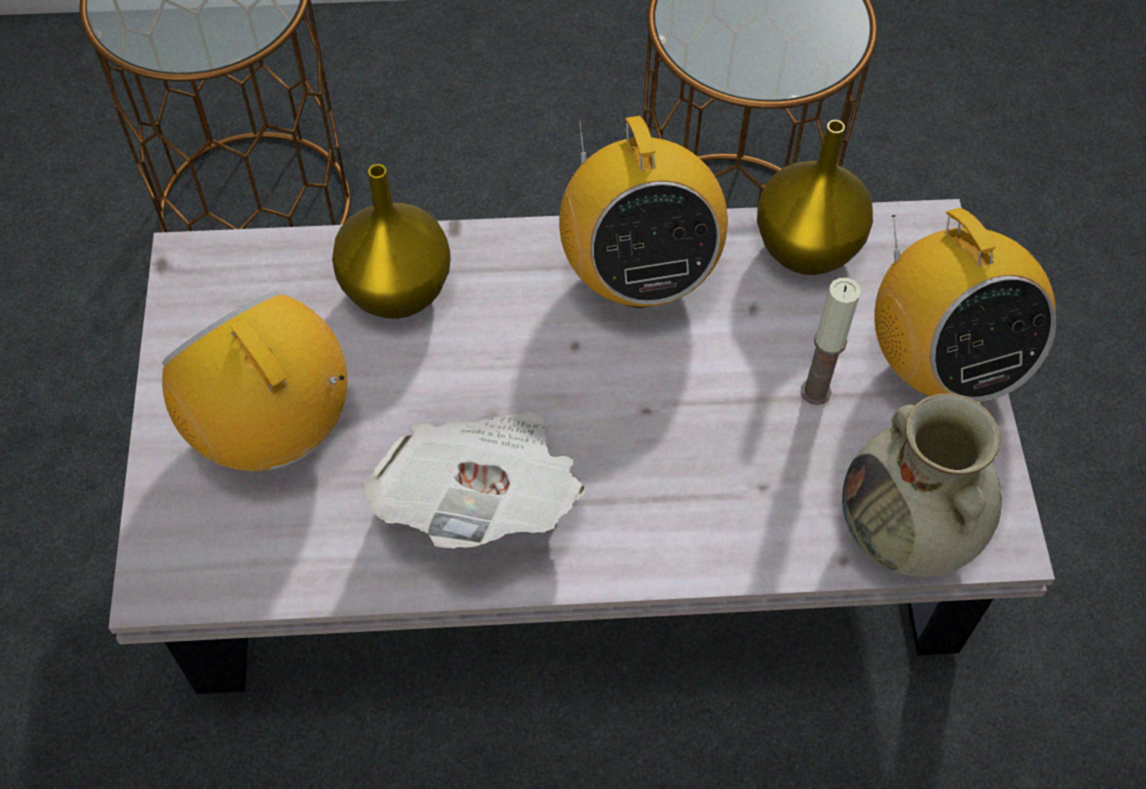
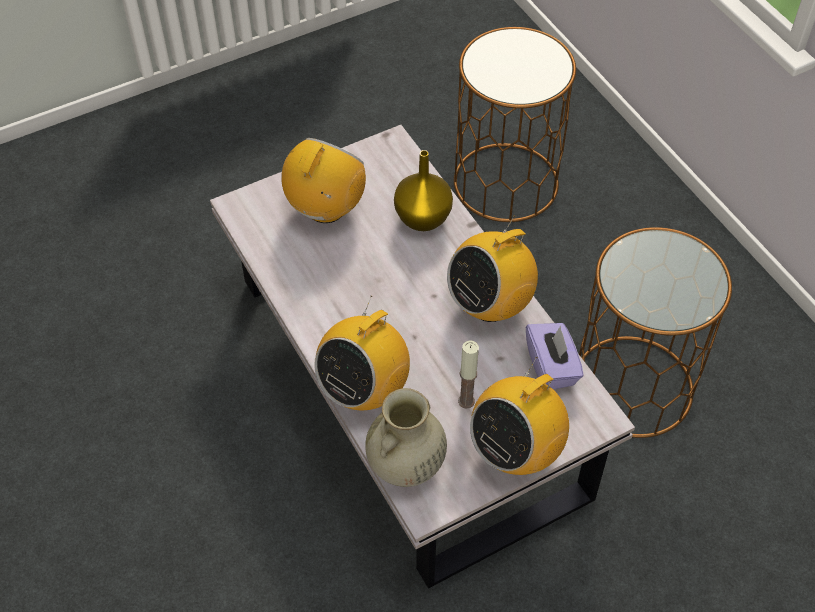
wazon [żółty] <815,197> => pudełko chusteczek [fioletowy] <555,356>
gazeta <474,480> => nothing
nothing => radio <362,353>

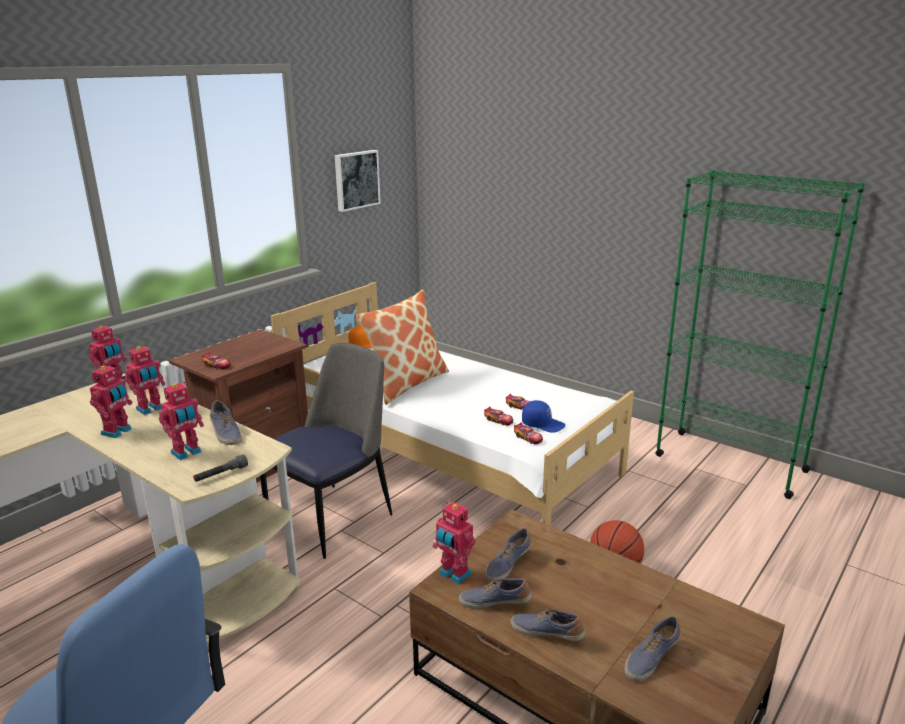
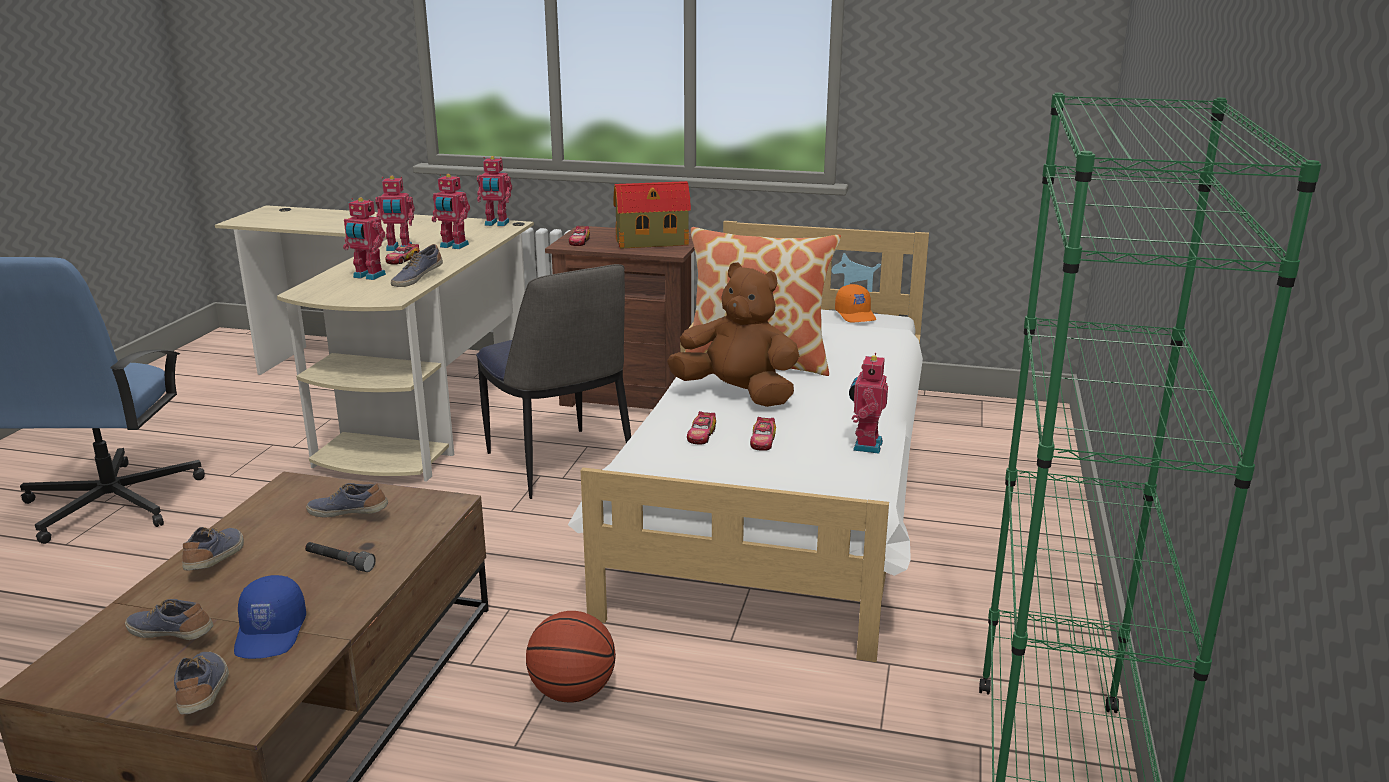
obraz <358,181> => nothing
krzesło <326,451> => krzesło <553,381>, 45 degrees clockwise
czapka z daszkiem [niebieski] <543,416> => czapka z daszkiem [niebieski] <270,617>, shifted
samochodzik <528,433> => samochodzik <402,254>, shifted
latarka [szary] <220,468> => latarka [szary] <340,557>, shifted
robot zabawkowy <454,543> => robot zabawkowy <868,403>, shifted
but <495,593> => but <201,683>, shifted
nothing => domek <652,215>
nothing => pluszak [brązowy] <733,334>

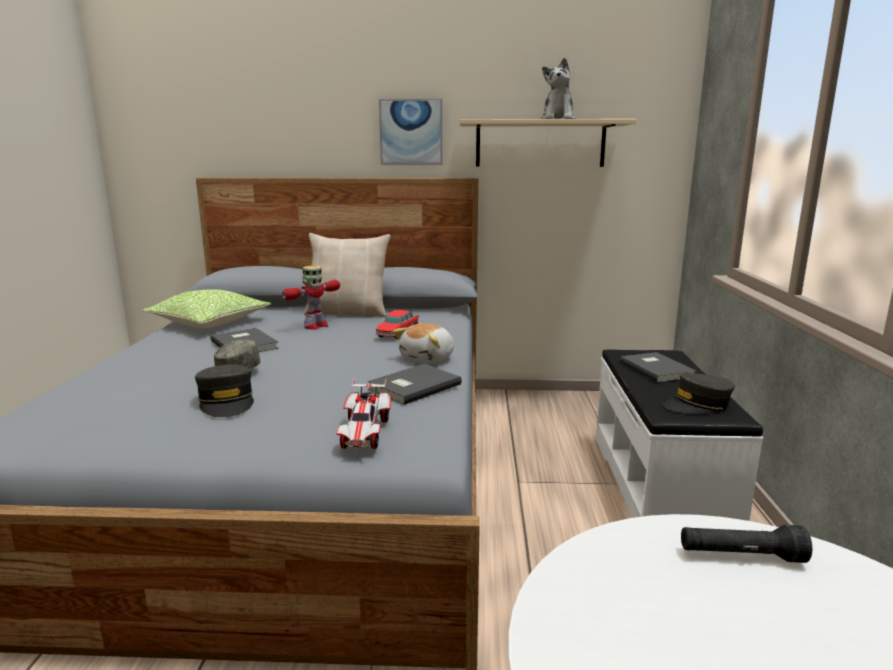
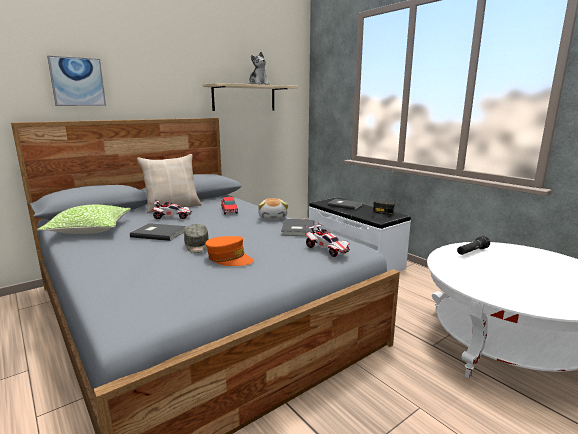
obraz <410,132> => obraz <76,81>, shifted
robot zabawkowy <311,298> => samochodzik <171,209>
czapka z daszkiem [szary] <224,390> => czapka z daszkiem [pomarańczowy] <229,251>

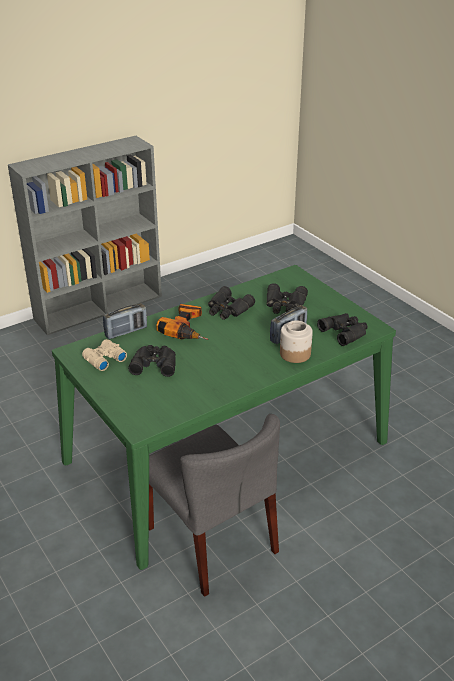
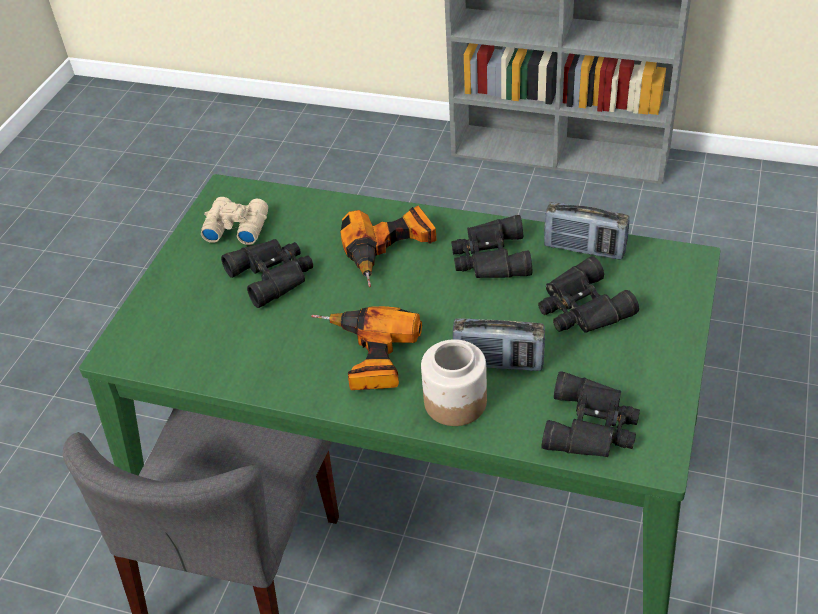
radio <125,321> => radio <587,230>, shifted
nothing => wiertarka <366,348>

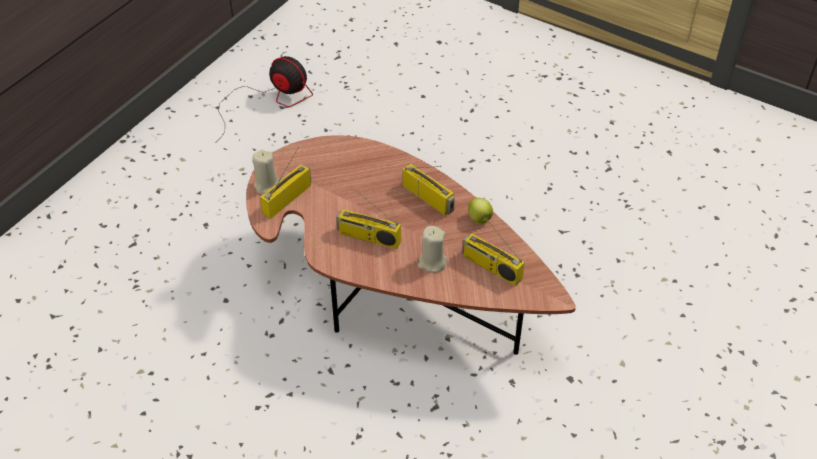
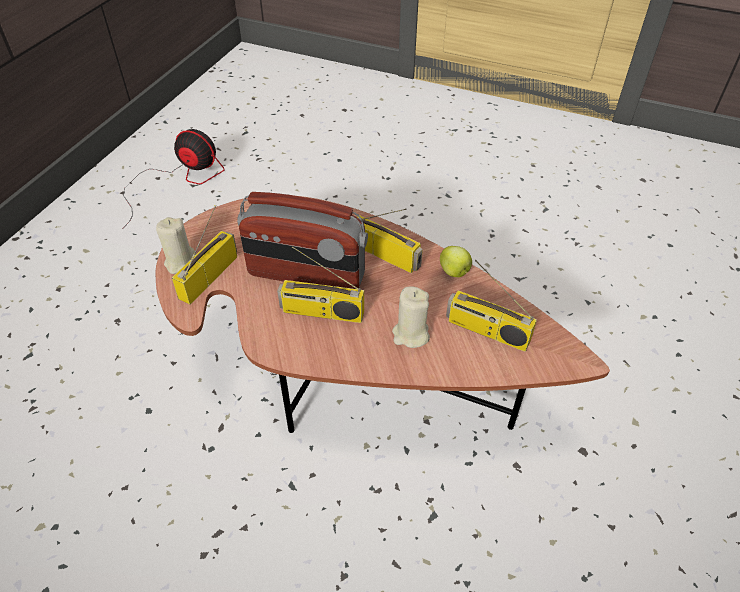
nothing => radio <302,240>

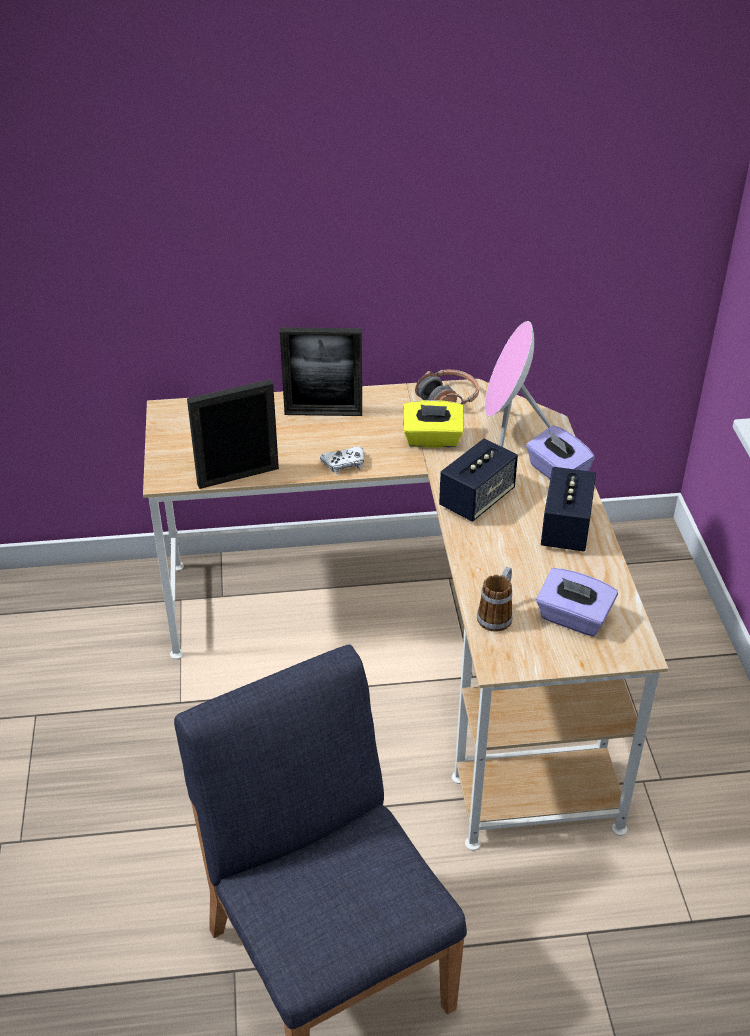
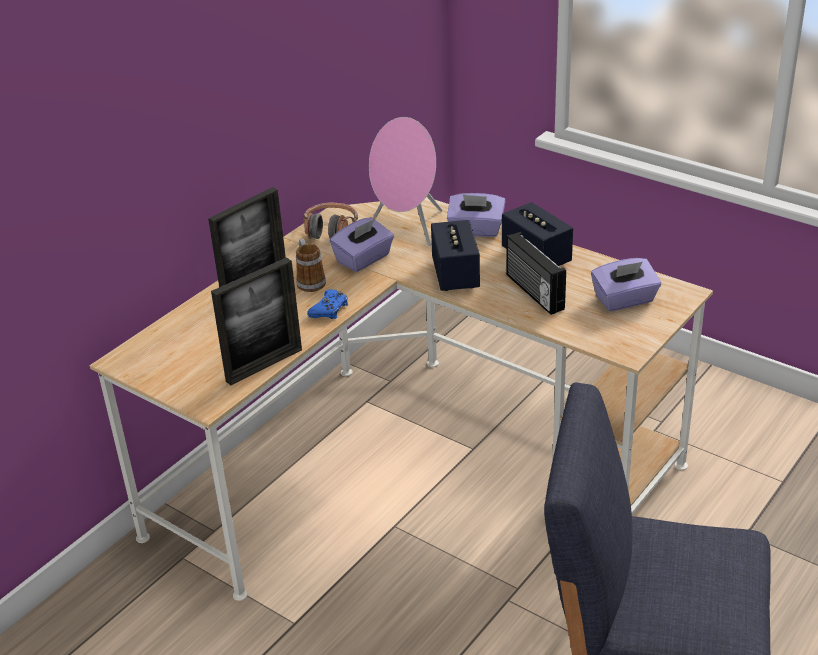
ramka na zdjęcie <233,434> => ramka na zdjęcie <256,321>, 150 degrees counterclockwise
pudełko chusteczek [żółty] <433,424> => pudełko chusteczek [fioletowy] <362,244>
pad do gier [biały] <342,460> => pad do gier [niebieski] <327,304>
kubek <495,599> => kubek <311,265>, shifted
nothing => radio <536,273>

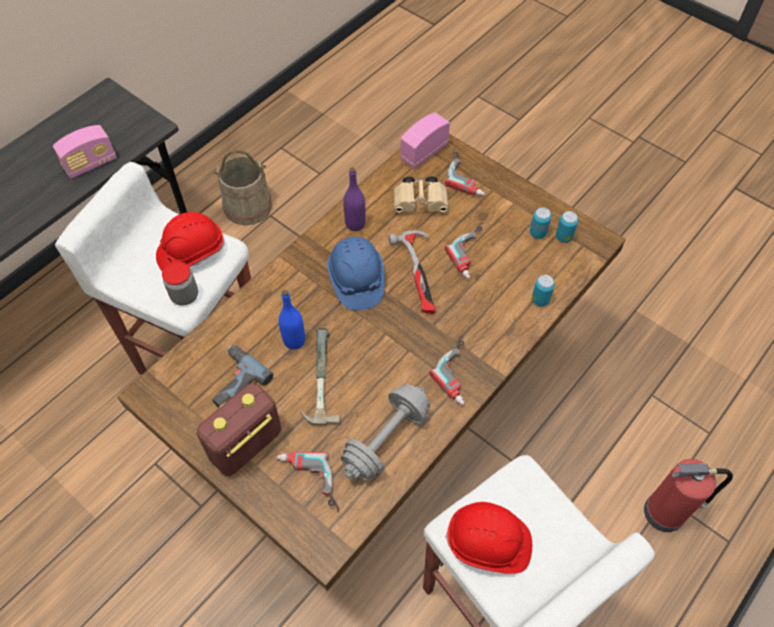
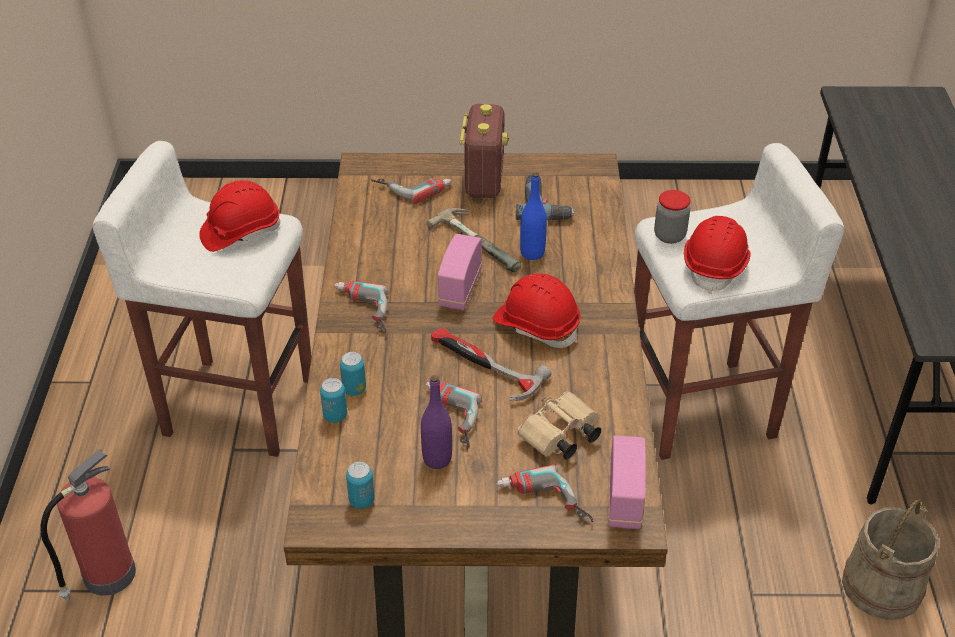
radio <85,152> => radio <460,272>, shifted
butelka [fioletowy] <354,199> => butelka [fioletowy] <436,422>, shifted
puszka <540,223> => puszka <353,374>, shifted
kask [niebieski] <356,273> => kask [czerwony] <537,310>
hantel [szary] <385,432> => nothing

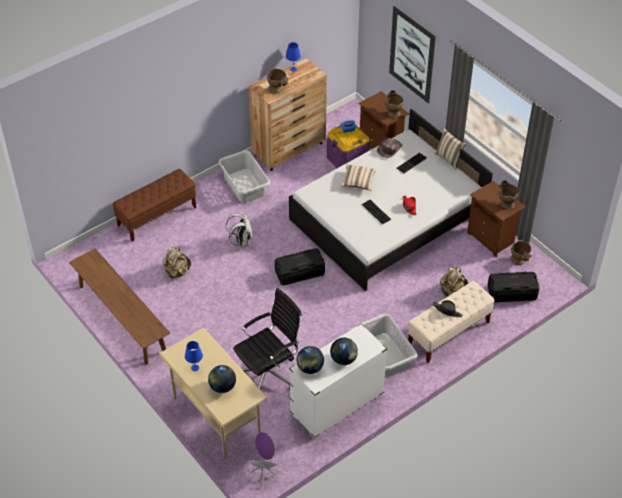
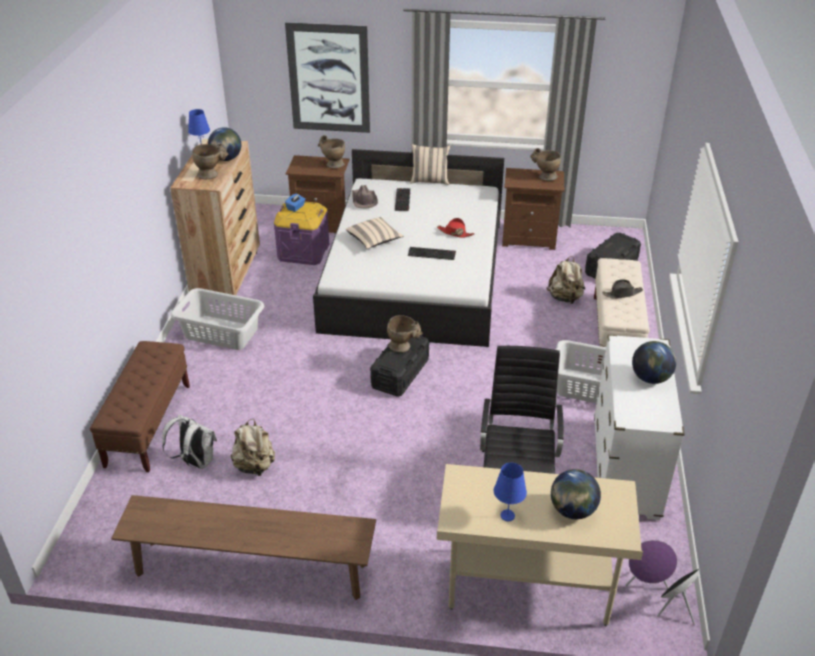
plecak [biały] <239,230> => plecak [biały] <189,441>, shifted
wazon [beżowy] <521,253> => wazon [beżowy] <405,334>, shifted
globus <310,360> => globus <224,144>, shifted

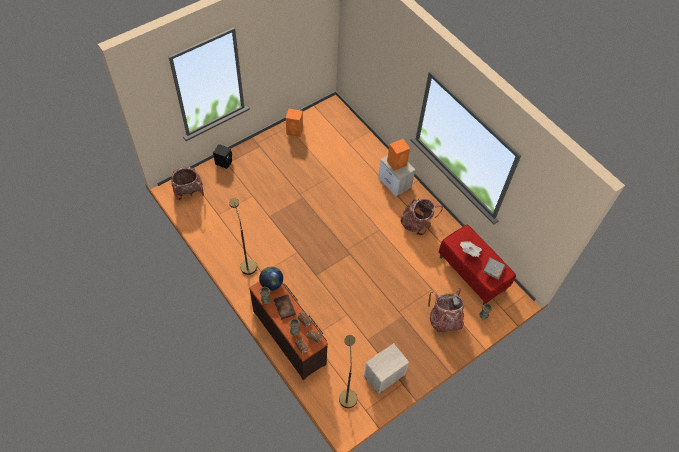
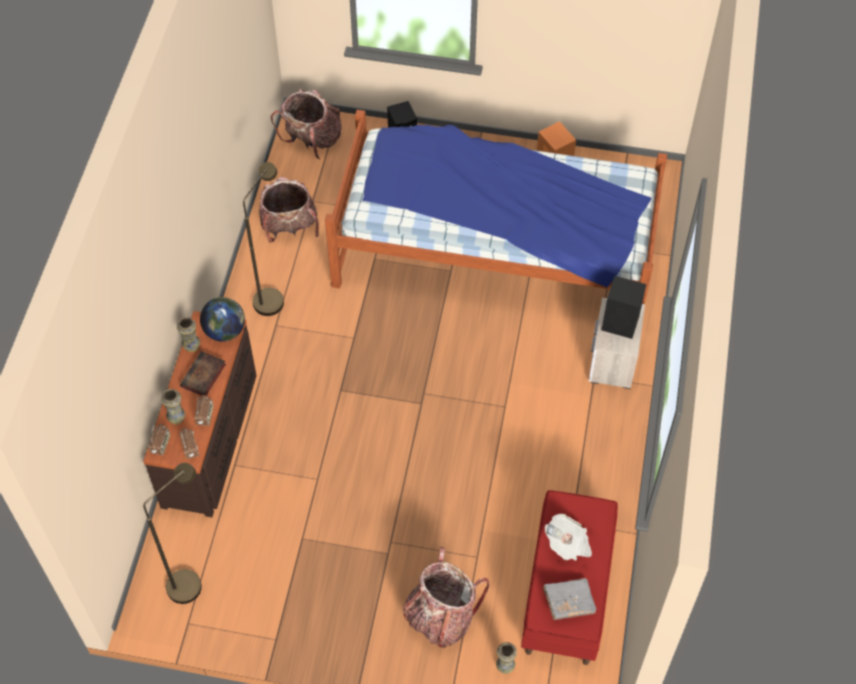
głośnik [pomarańczowy] <398,155> => głośnik [czarny] <623,307>
plecak <422,216> => plecak <289,209>, shifted
szafka nocna <386,368> => nothing
nothing => łóżko <496,207>

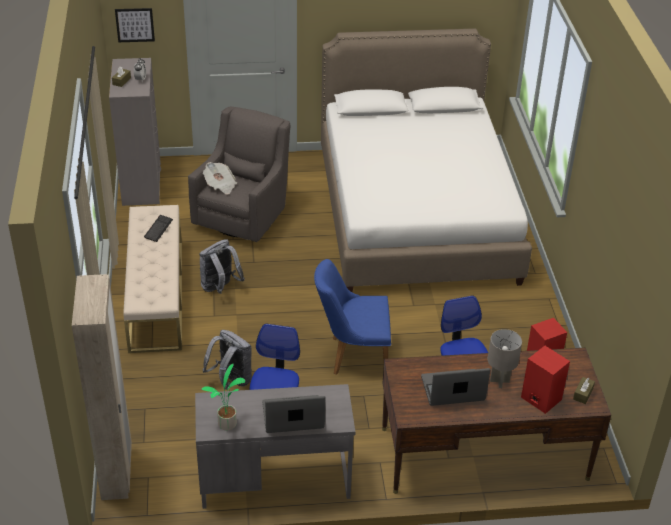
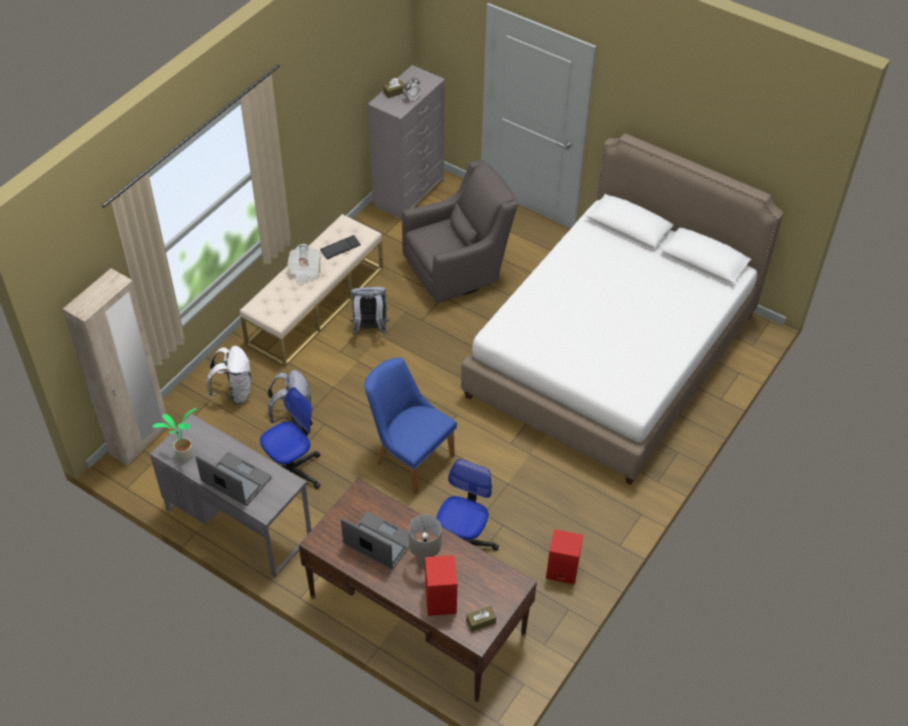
obraz <135,25> => nothing
gazeta <220,178> => gazeta <304,264>, shifted
nothing => plecak [biały] <229,375>

